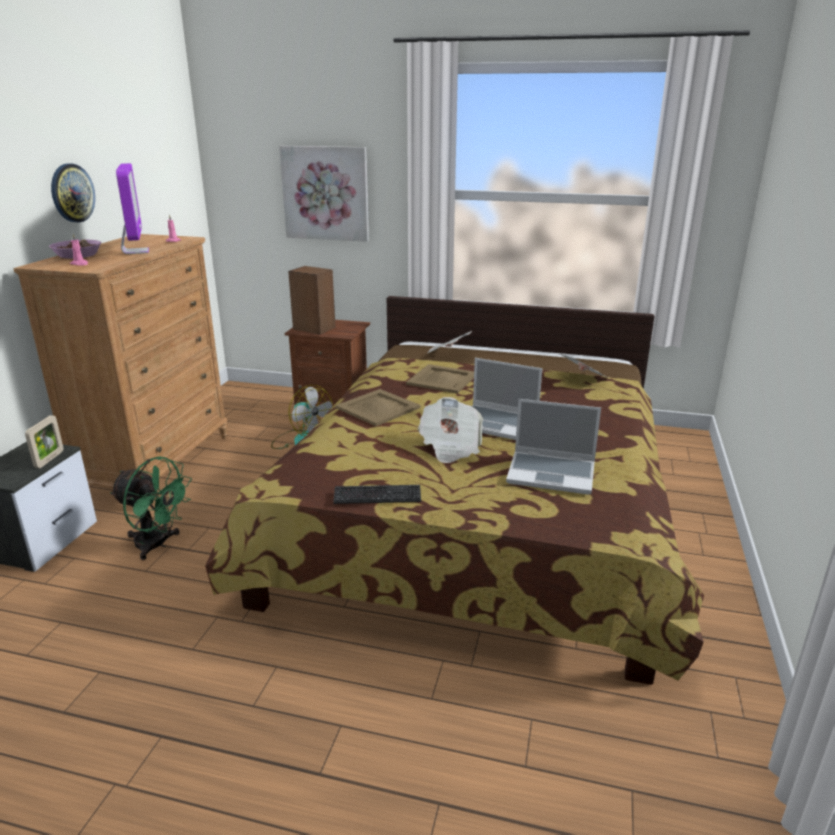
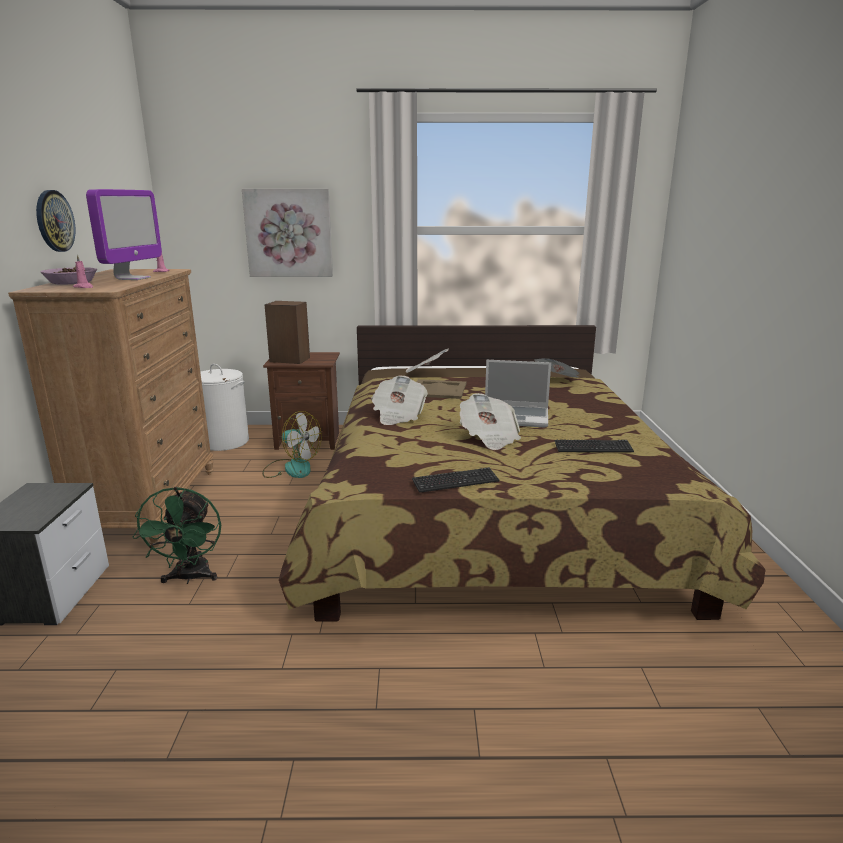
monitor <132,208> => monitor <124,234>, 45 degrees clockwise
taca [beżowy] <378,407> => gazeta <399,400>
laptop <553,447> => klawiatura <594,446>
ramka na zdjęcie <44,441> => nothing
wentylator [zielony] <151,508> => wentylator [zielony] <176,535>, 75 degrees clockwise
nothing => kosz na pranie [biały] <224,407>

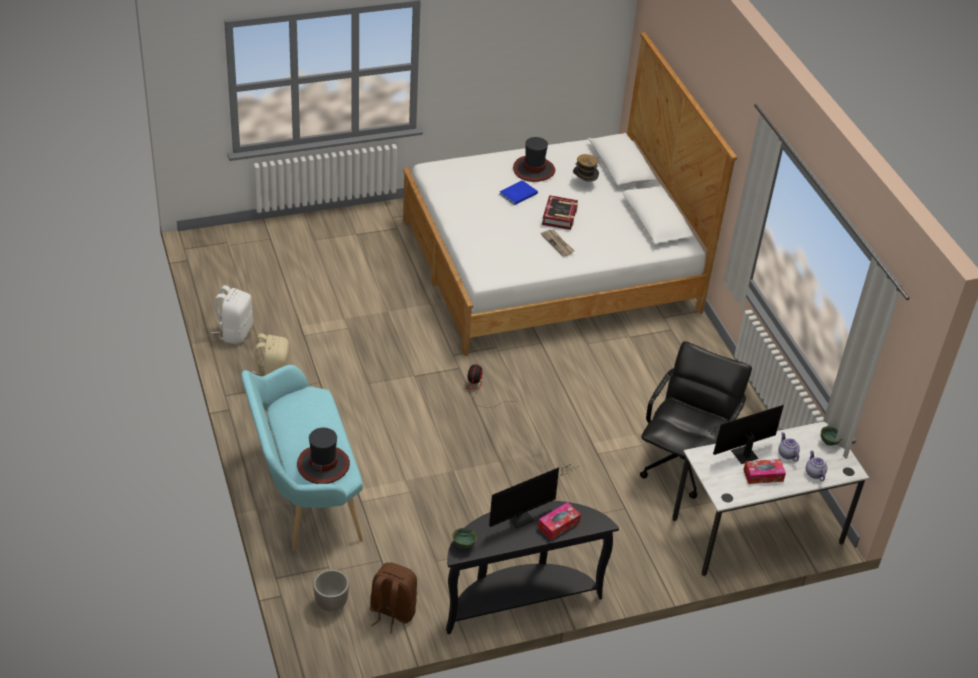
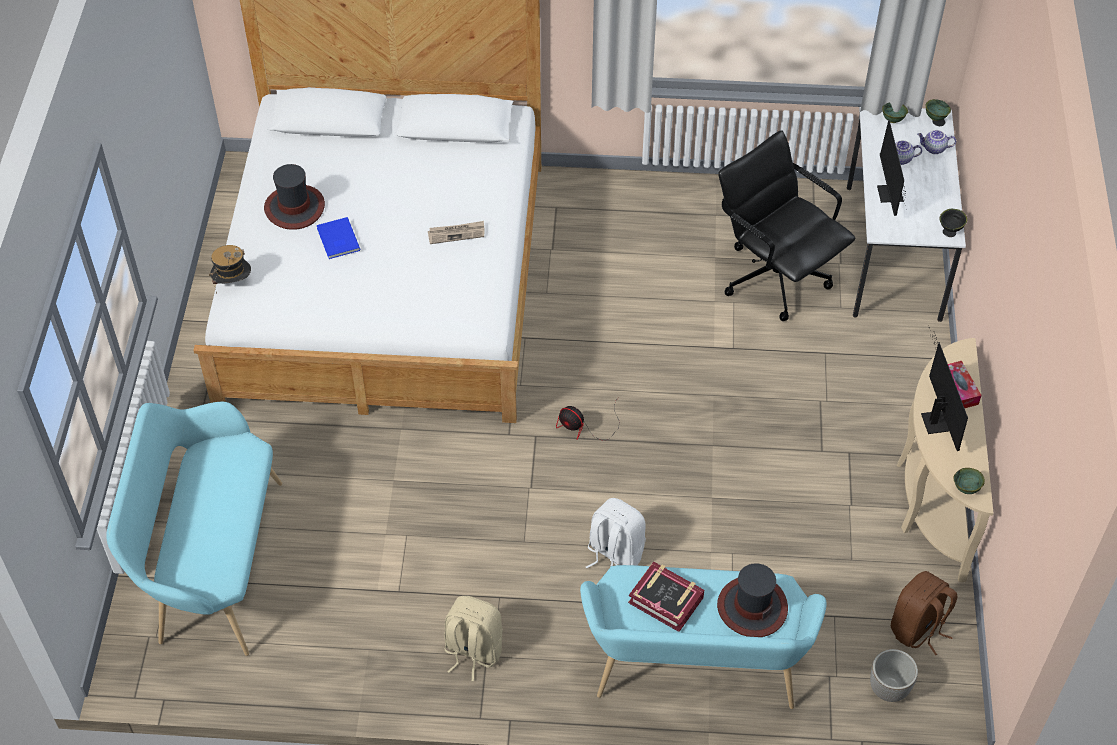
kapelusz <585,167> => kapelusz <230,269>, shifted
książka <560,212> => książka <666,597>, shifted
plecak [biały] <232,314> => plecak [biały] <616,533>, shifted
pudełko chusteczek <764,471> => nothing
stolik konsolowy [czarny] <532,567> => stolik konsolowy [beżowy] <945,460>
nothing => miska [zielony] <938,110>
nothing => miska [czarny] <953,220>
nothing => ławka [turkusowy] <194,529>

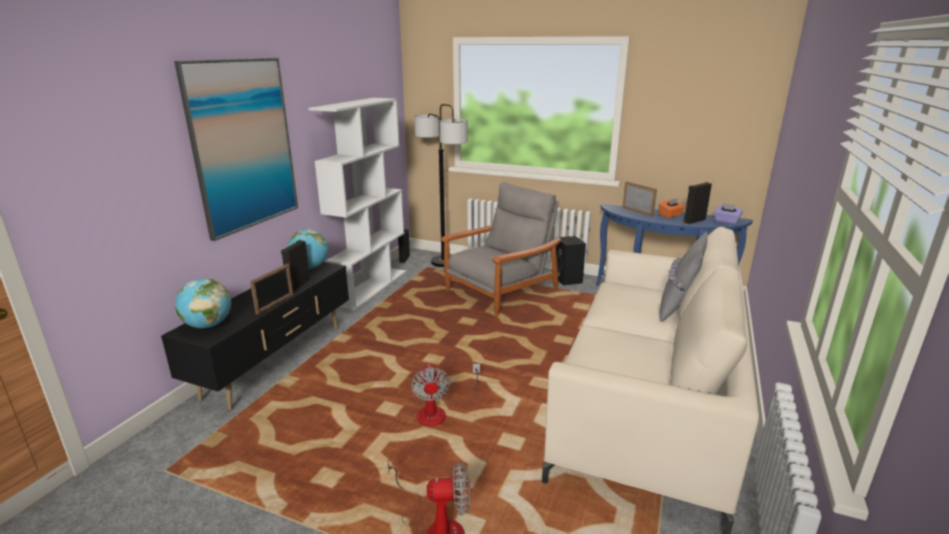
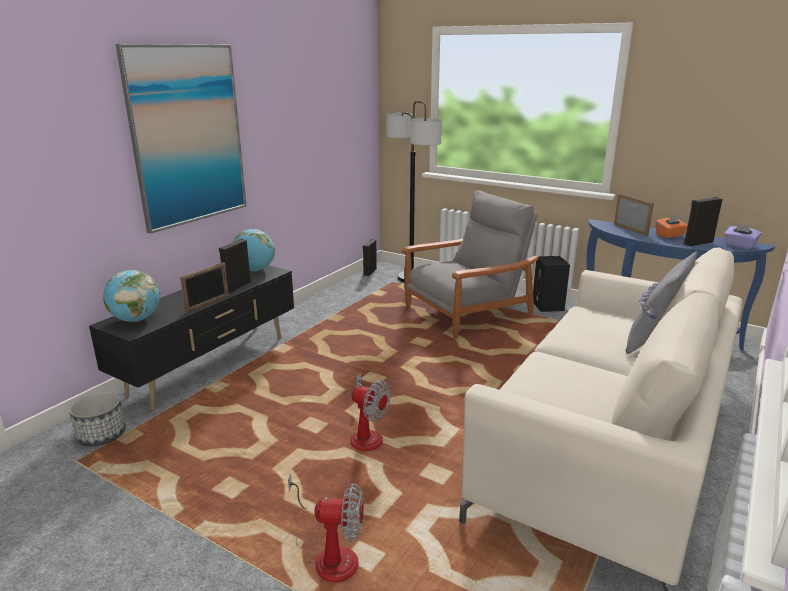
regał [biały] <357,204> => nothing
wentylator <445,394> => wentylator <369,412>, 60 degrees counterclockwise
nothing => donica <97,419>

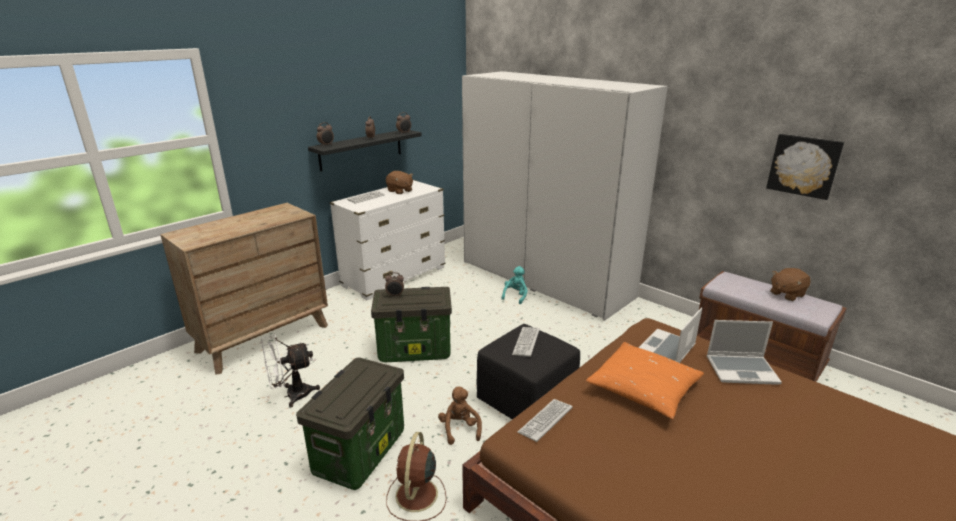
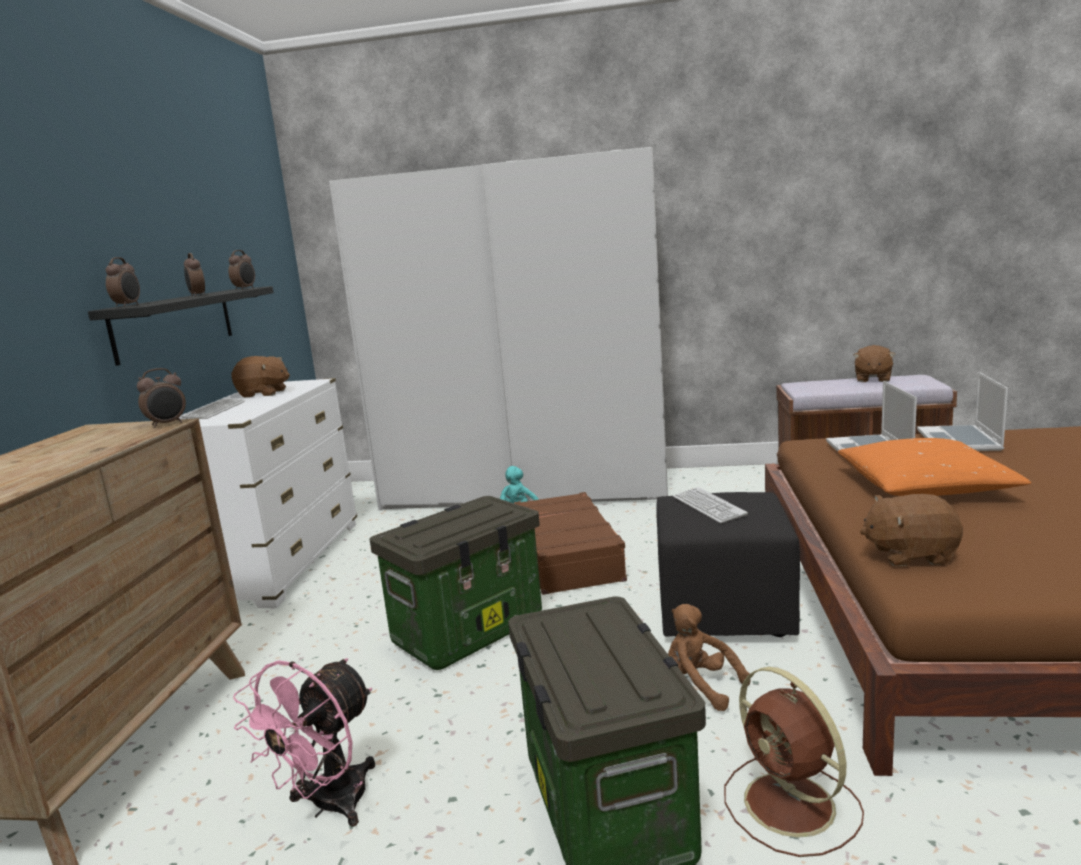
obraz <805,167> => nothing
budzik <394,284> => budzik <161,398>, shifted
laptop <744,352> => laptop <962,411>, 135 degrees clockwise
wentylator [biały] <290,370> => wentylator [różowy] <304,742>
klawiatura <545,420> => pluszak [brązowy] <911,530>
nothing => walizka [brązowy] <570,543>

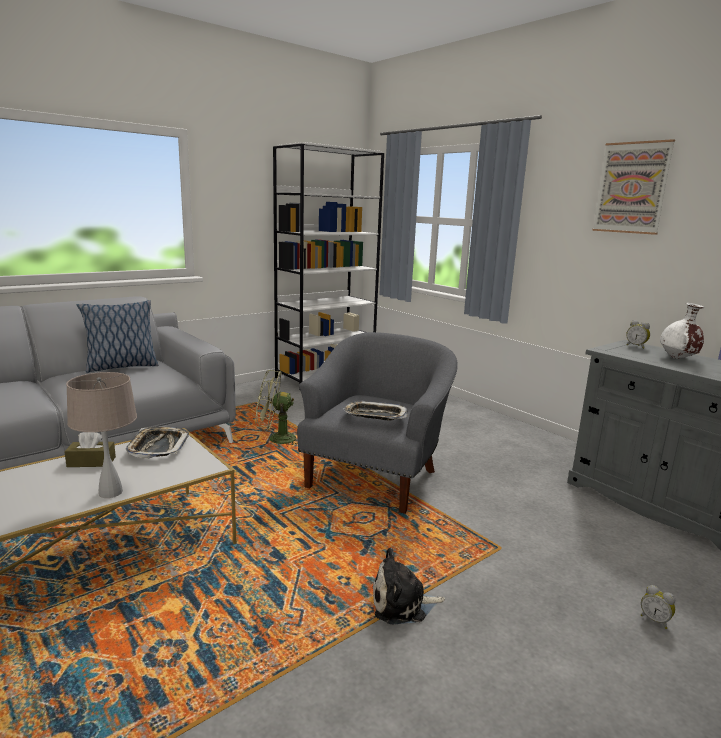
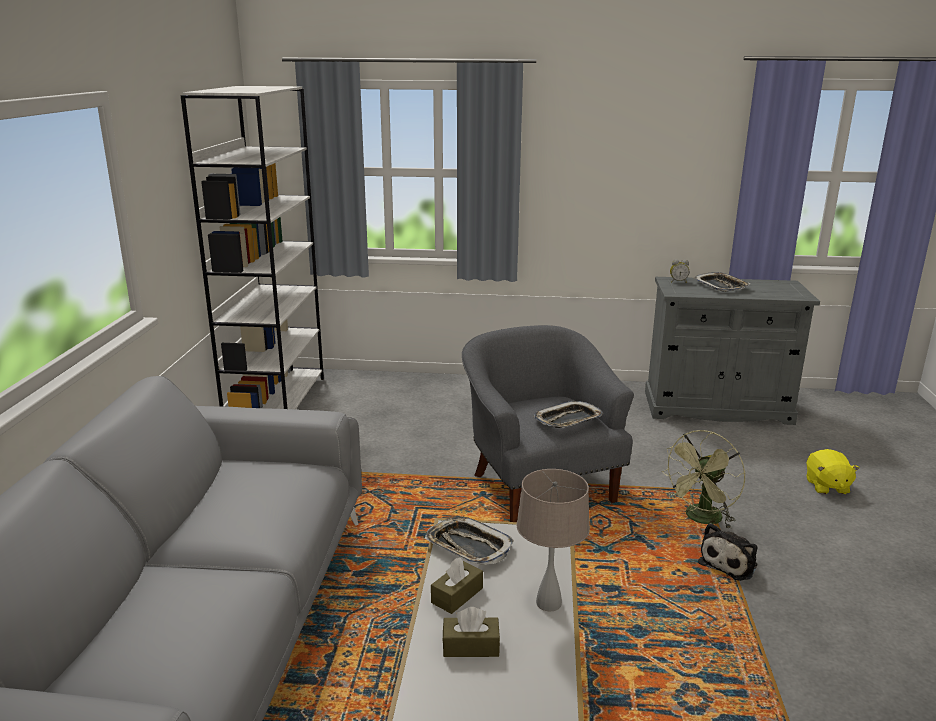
obraz <633,187> => nothing
poduszka <117,336> => nothing
wazon [biały] <682,331> => taca <722,282>
wentylator [zielony] <276,409> => wentylator [zielony] <703,479>, shifted
budzik <658,607> => pluszak [żółty] <832,471>
nothing => pudełko chusteczek [brązowy] <471,632>

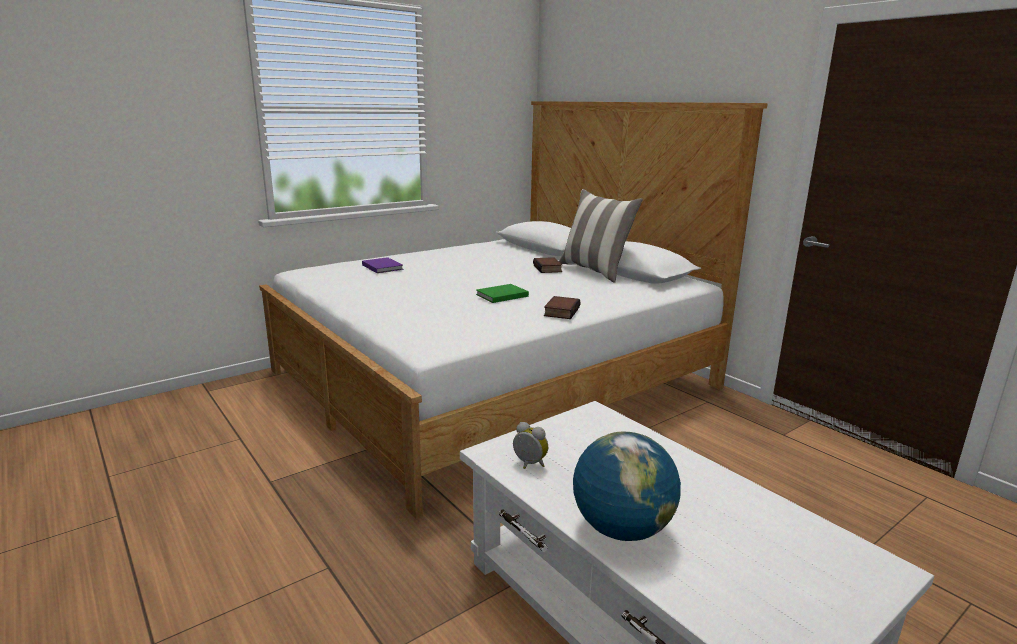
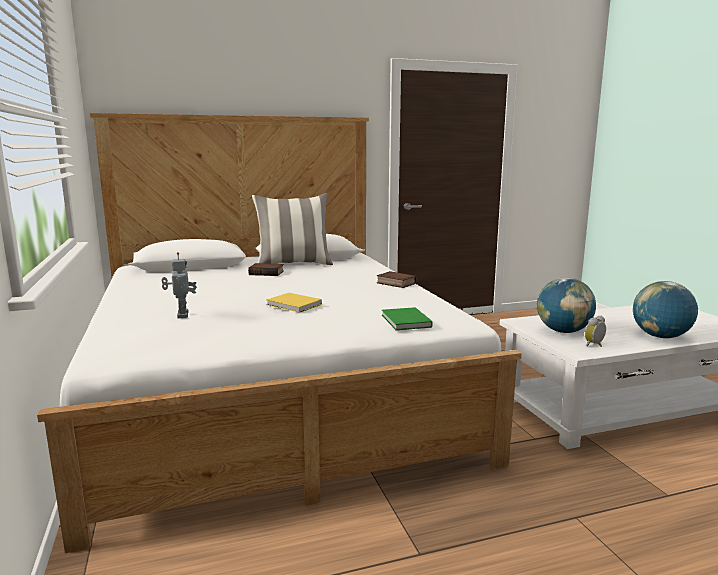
książka [fioletowy] <382,265> => robot zabawkowy <179,285>
książka [zielony] <502,293> => książka [zielony] <407,318>, shifted
nothing => globus <566,305>
nothing => książka [żółty] <294,303>

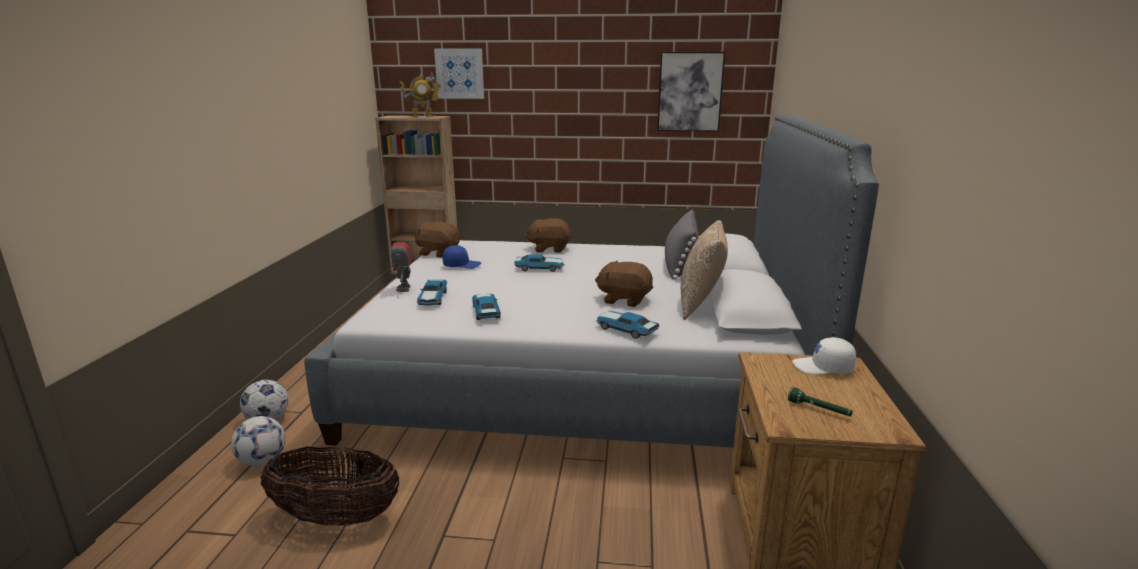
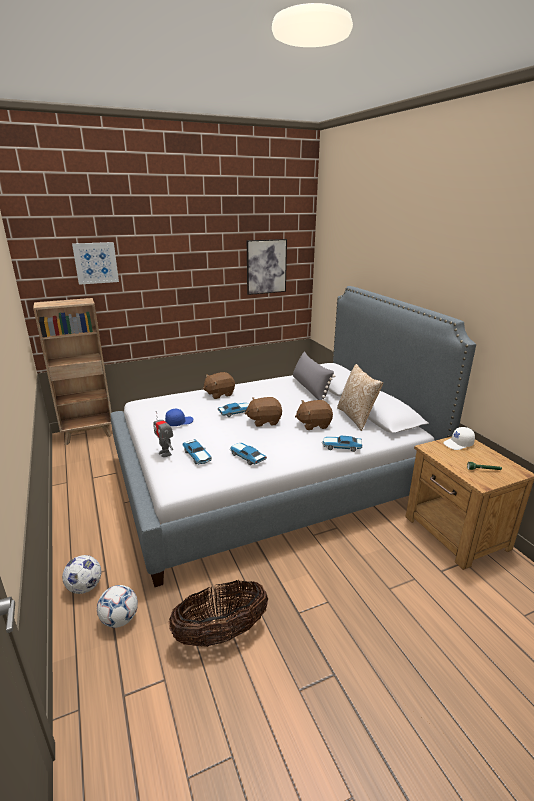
robot zabawkowy <420,94> => nothing
pluszak [brązowy] <437,239> => pluszak [brązowy] <263,412>, shifted

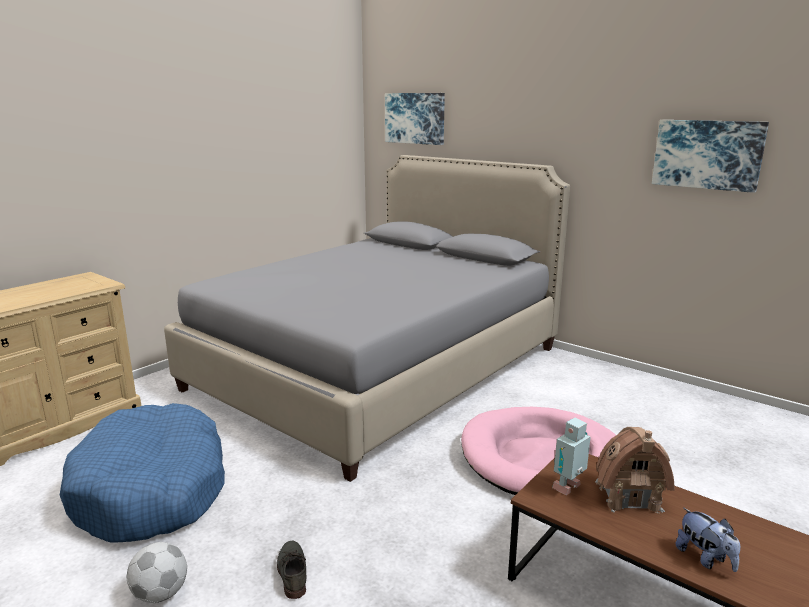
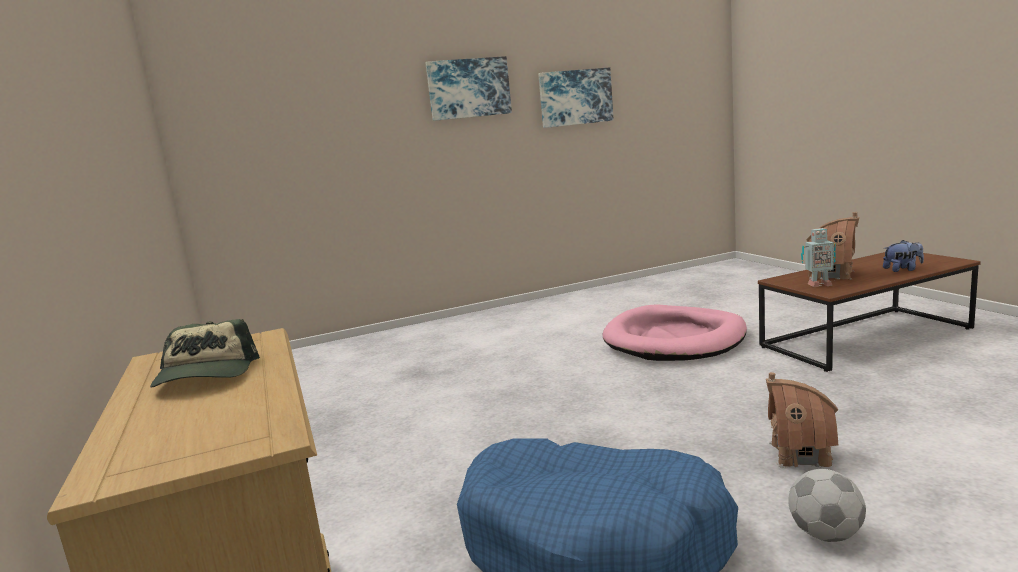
obraz <415,119> => obraz <468,88>, shifted
łóżko [szary] <367,318> => nothing
robot zabawkowy <571,456> => robot zabawkowy <818,257>, 75 degrees counterclockwise
but [szary] <292,570> => domek <802,420>
nothing => czapka z daszkiem <205,353>

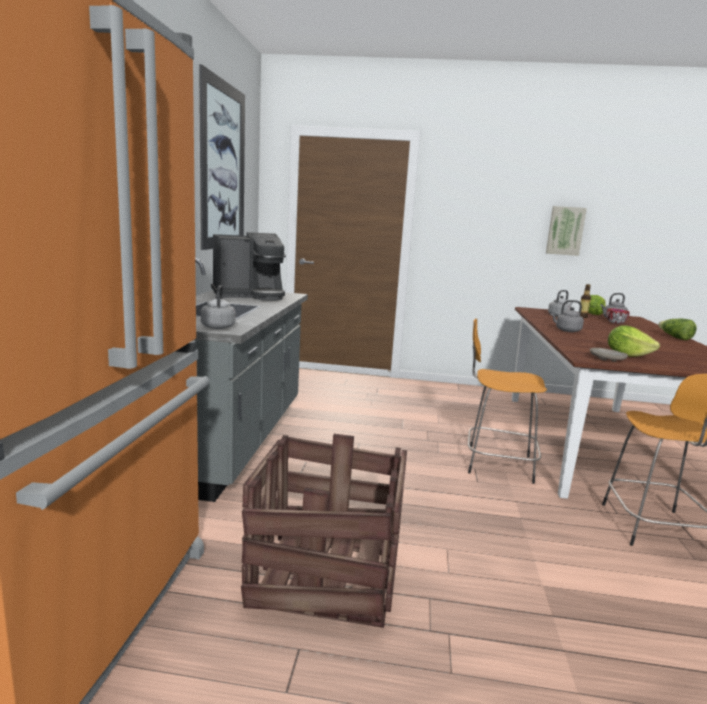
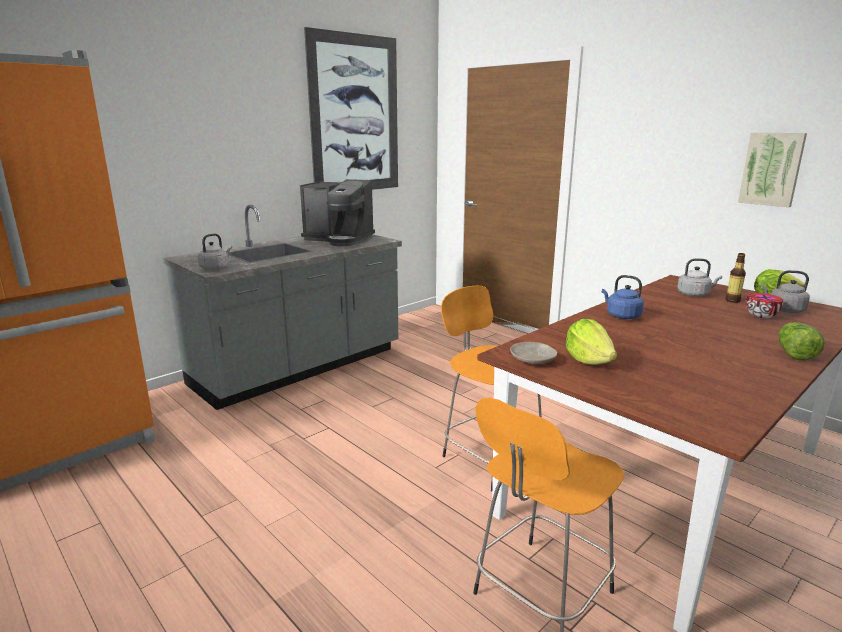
czajnik [szary] <567,316> => czajnik [niebieski] <623,297>
skrzynka <324,531> => nothing

